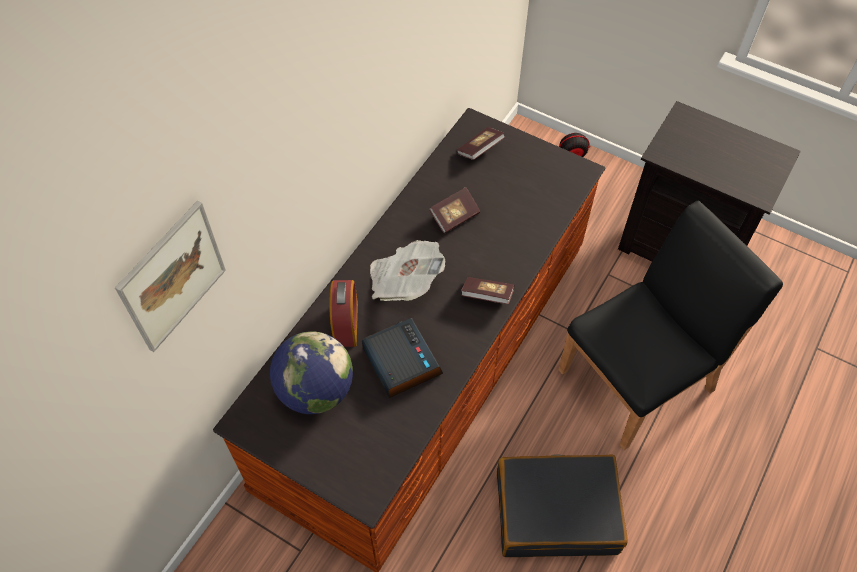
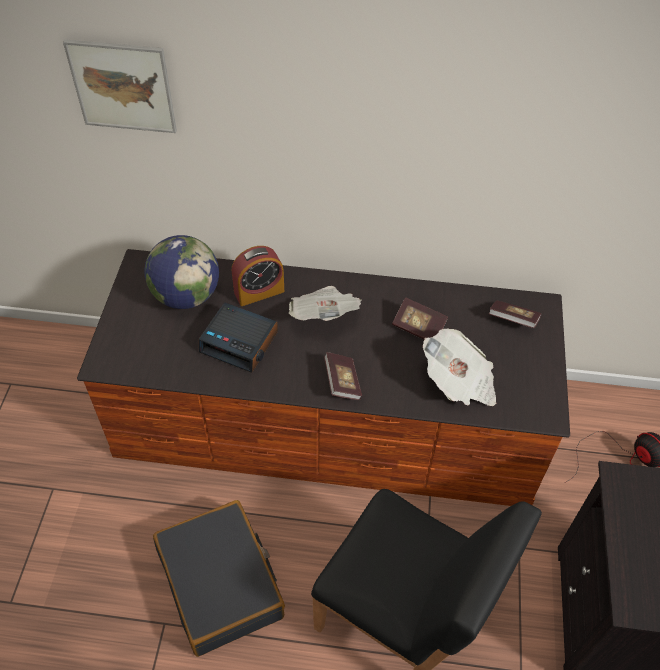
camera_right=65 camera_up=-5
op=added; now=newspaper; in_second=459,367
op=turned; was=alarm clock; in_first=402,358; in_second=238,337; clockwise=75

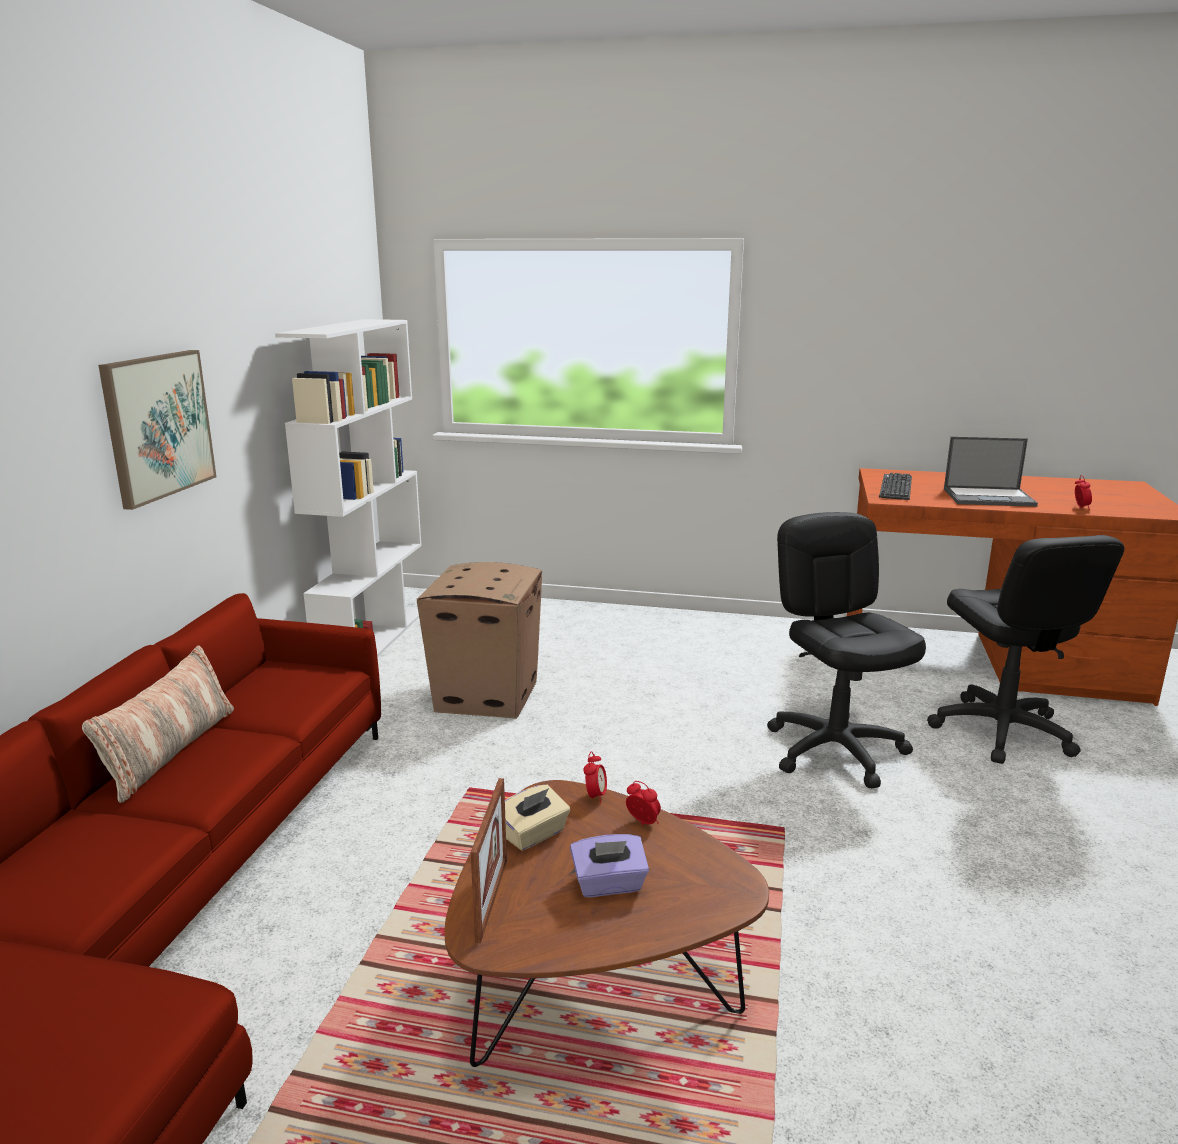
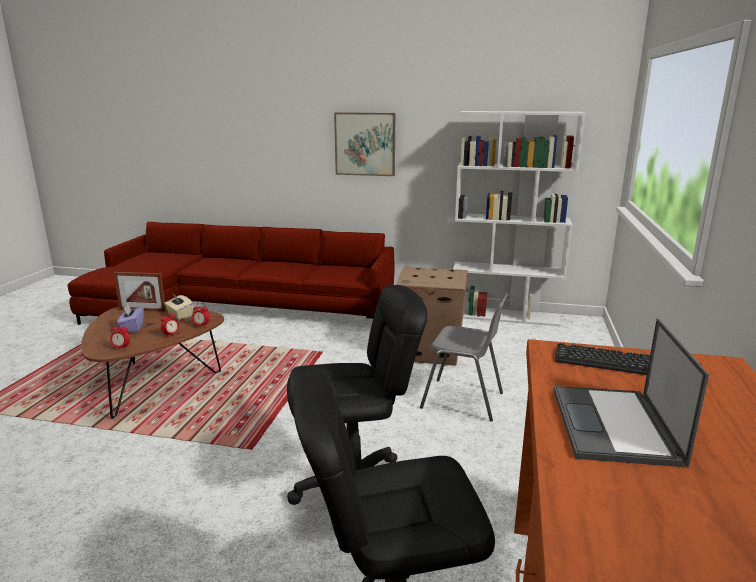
camera_right=90 camera_up=0
op=removed; was=pillow; in_first=158,724
op=added; now=chair in grey; in_second=464,357
op=moved; was=alarm clock; in_first=1083,492; in_second=120,336

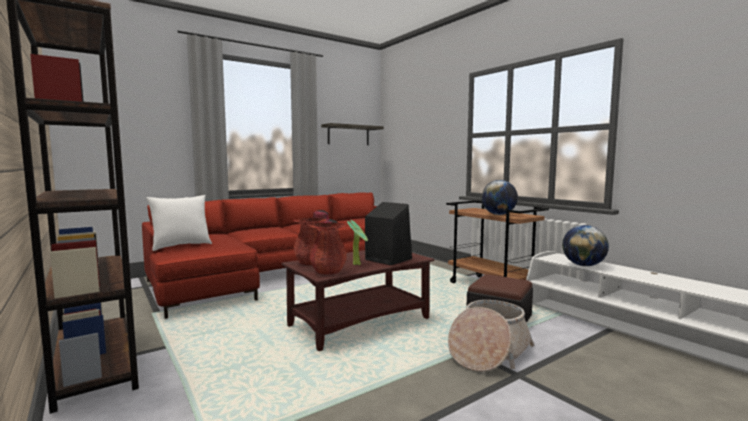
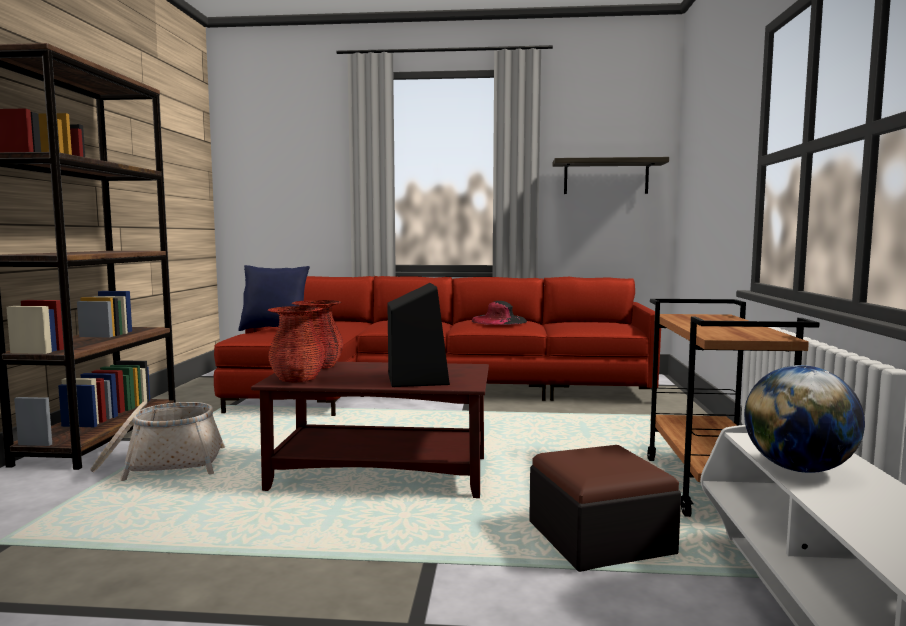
camera_right=40 camera_up=0
op=removed; was=potted plant; in_first=357,242
op=removed; was=globe; in_first=499,197
op=moved; was=basket; in_first=491,336; in_second=157,441
op=recoloured; was=pillow in white; now=pillow in blue; in_first=179,223; in_second=274,298

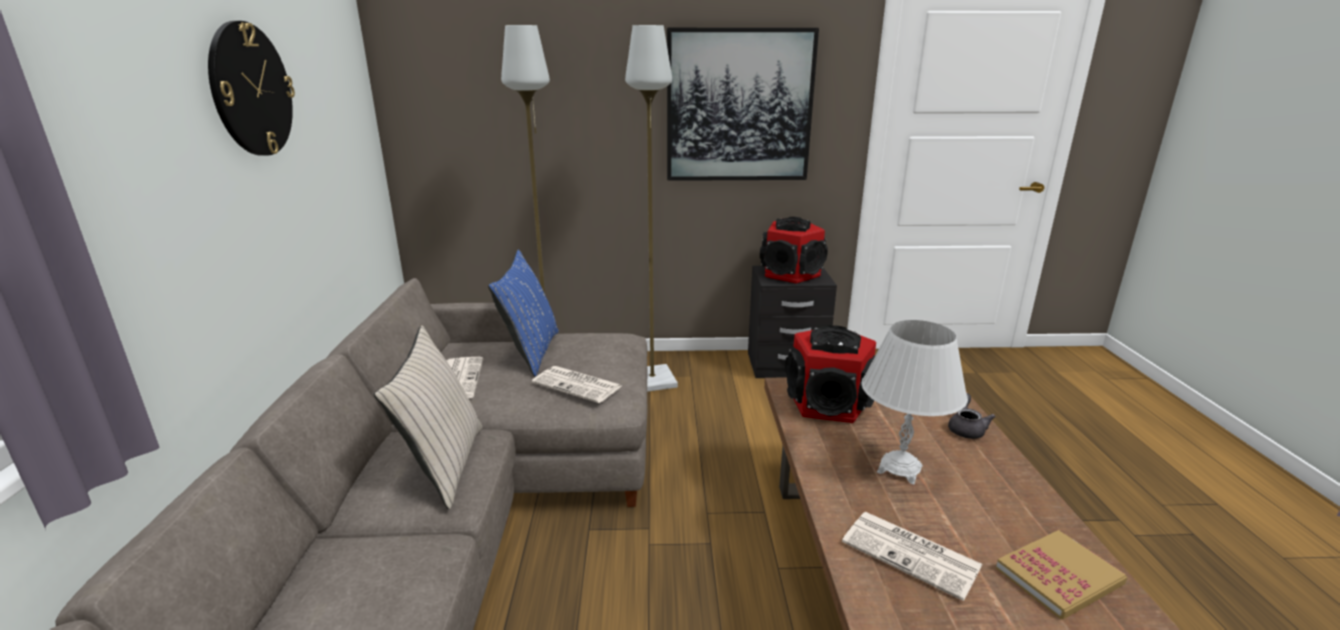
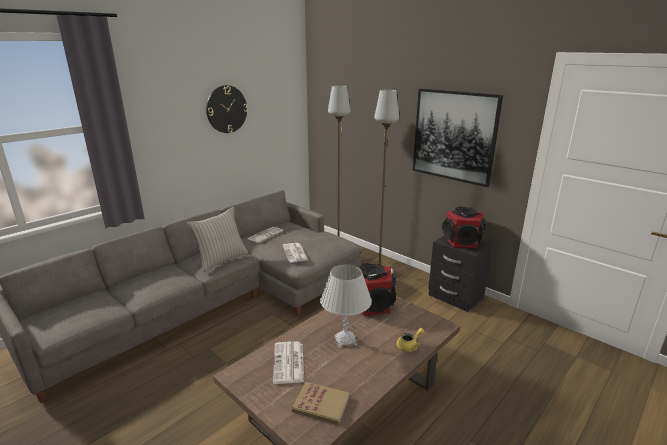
camera_right=45 camera_up=0
op=removed; was=pillow in blue; in_first=523,313
op=recoloured; was=teapot in grey; now=teapot in yellow; in_first=972,416; in_second=410,340

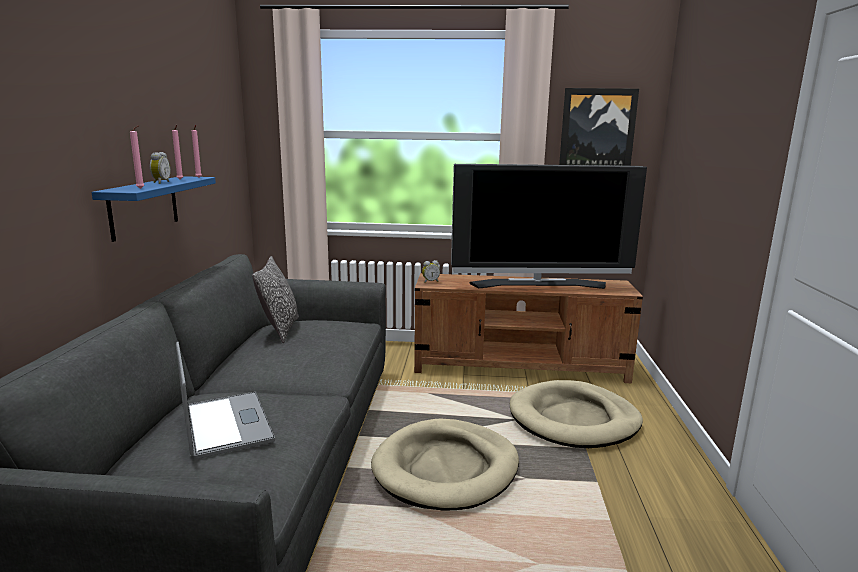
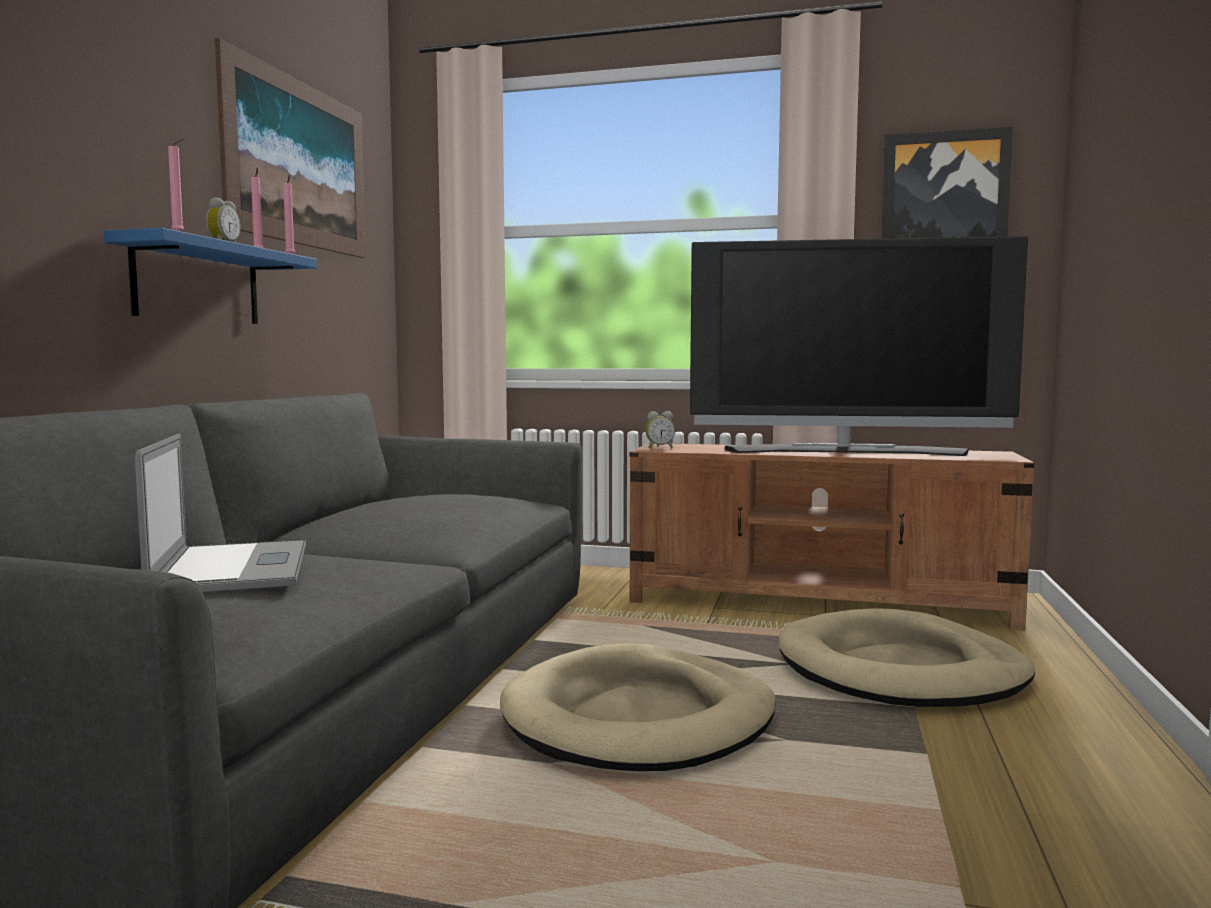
camera_right=10 camera_up=-10
op=removed; was=pillow; in_first=275,299
op=added; now=picture; in_second=290,148

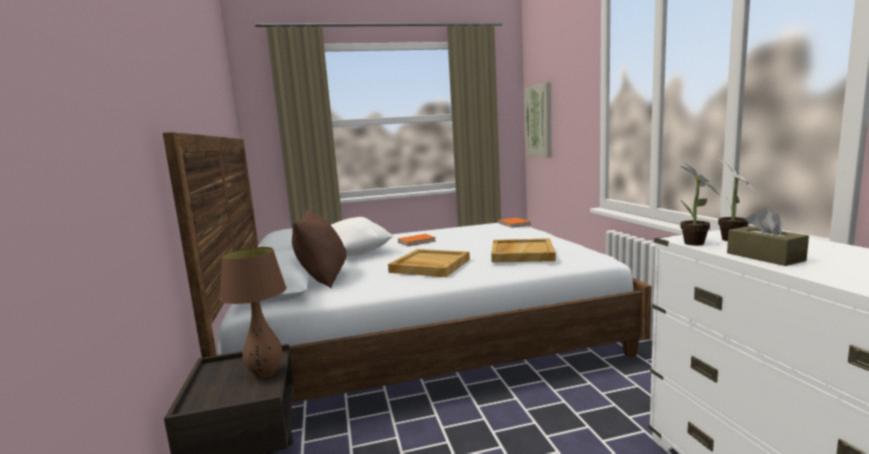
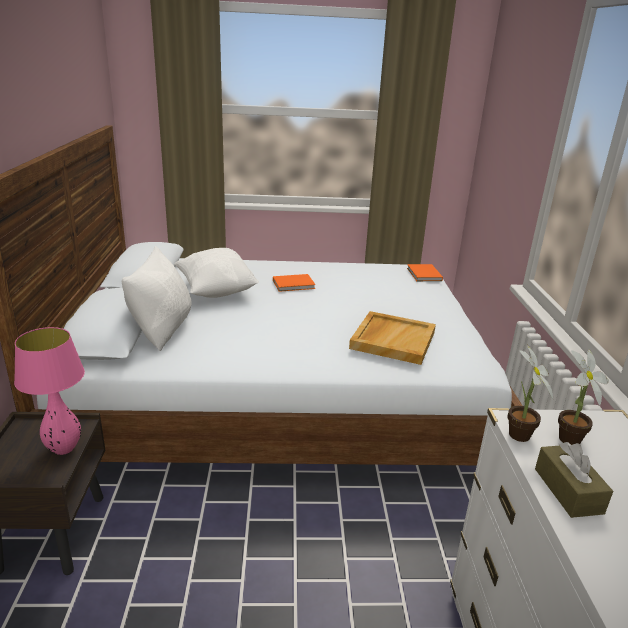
camera_right=10 camera_up=15
op=removed; was=tray in beige; in_first=429,263
op=removed; was=picture; in_first=538,120
op=recoloured; was=table lamp in brown; now=table lamp in pink; in_first=253,313; in_second=49,391
op=recoloured; was=pillow in brown; now=pillow in white; in_first=319,248; in_second=157,298

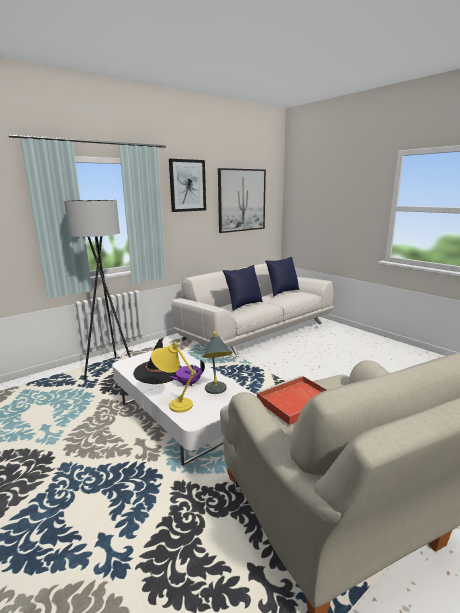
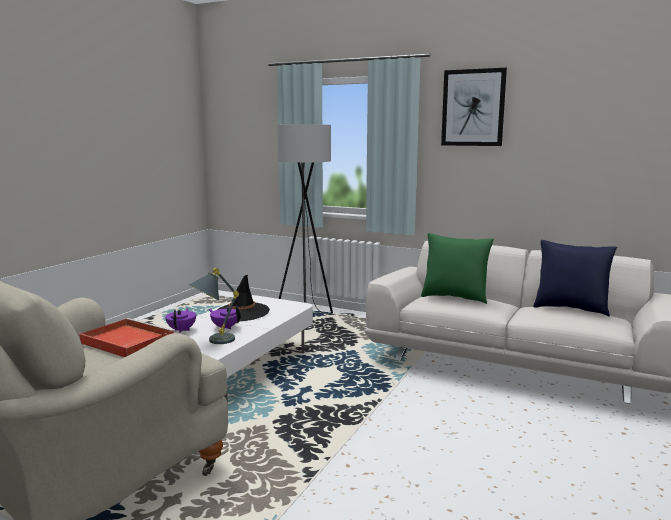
camera_right=65 camera_up=-5
op=removed; was=picture; in_first=242,200
op=replaced; was=table lamp in yellow; now=teapot in purple; in_first=173,377; in_second=180,320
op=recoloured; was=pillow in blue; now=pillow in green; in_first=243,288; in_second=457,268

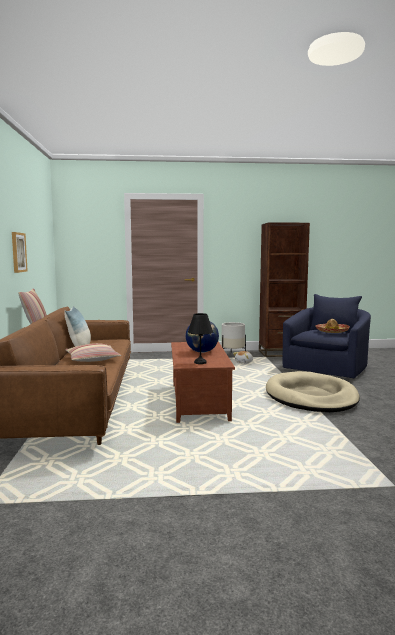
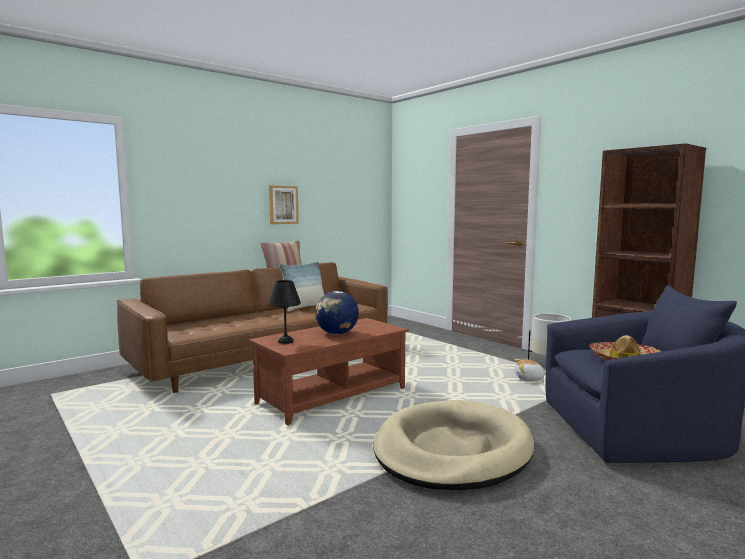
camera_right=55 camera_up=0
op=removed; was=pillow; in_first=93,352

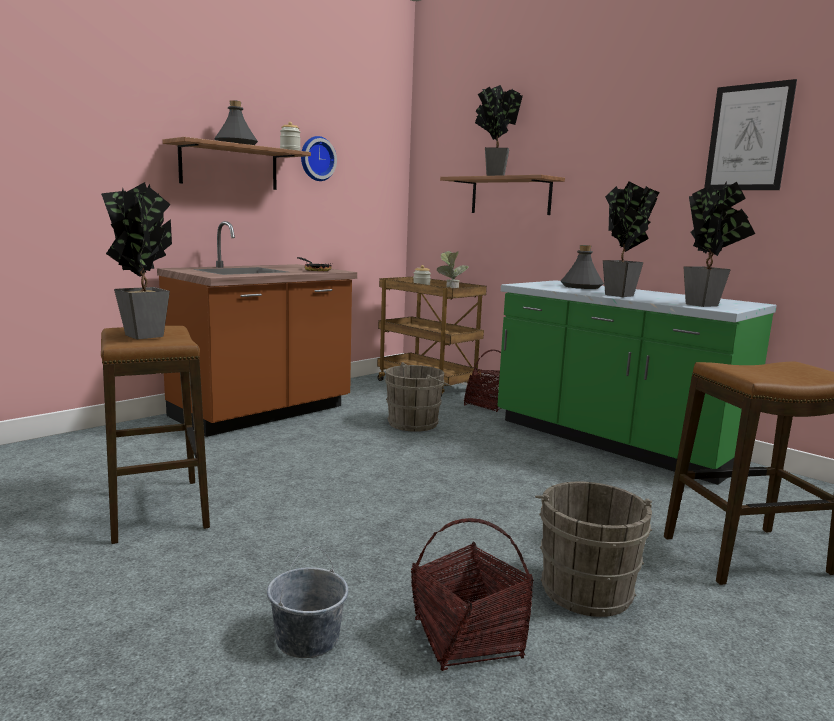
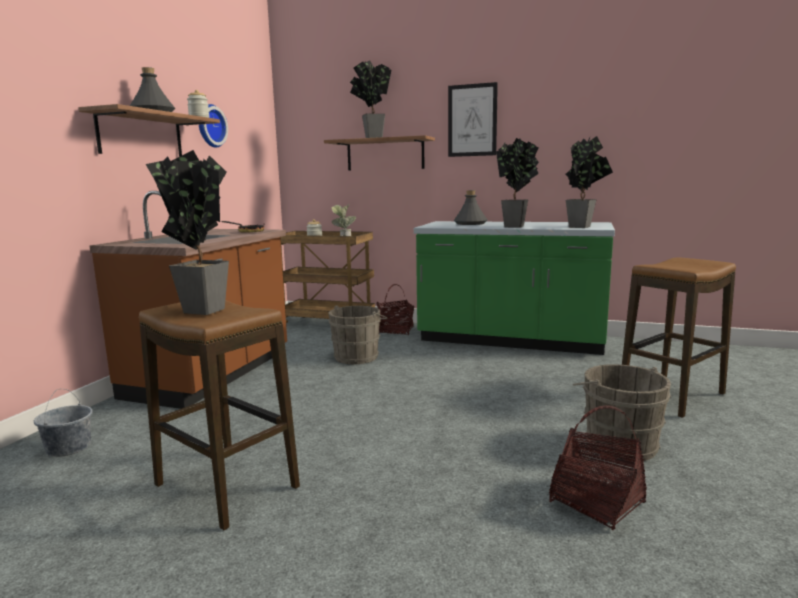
camera_right=-25 camera_up=0
op=moved; was=bucket in grey; in_first=307,602; in_second=63,423
op=moved; was=picture; in_first=750,134; in_second=473,119

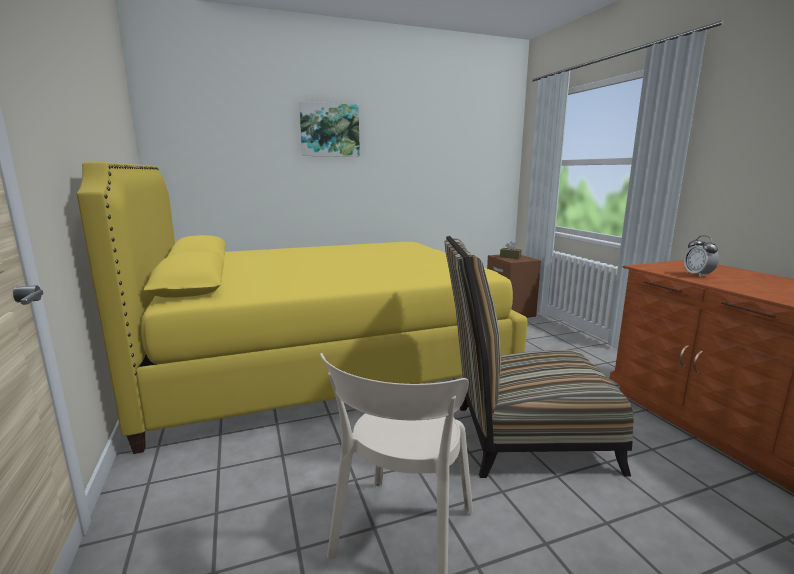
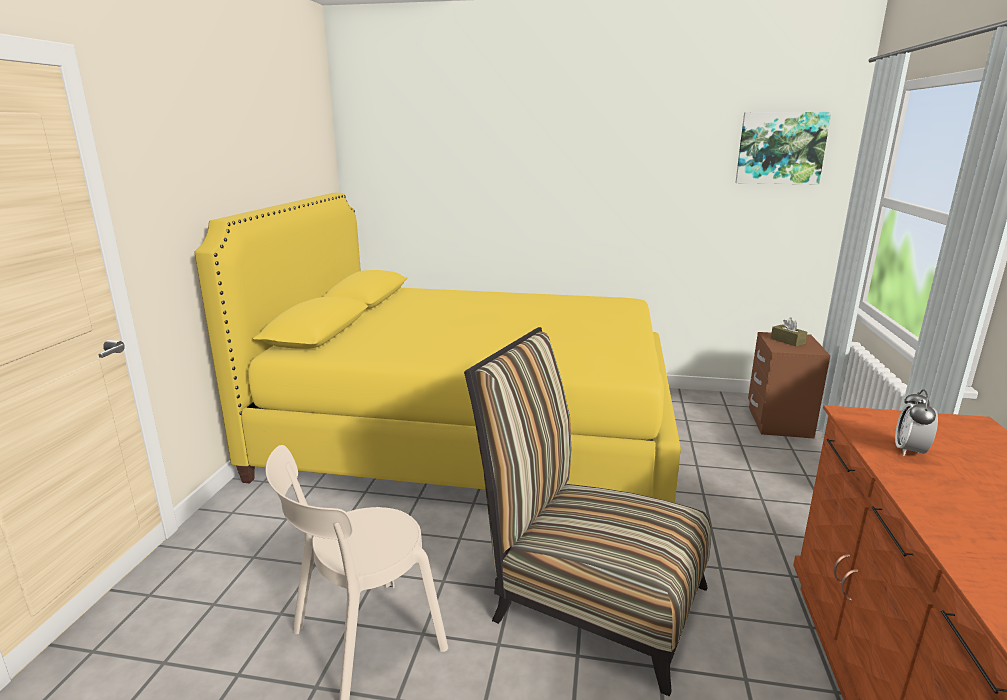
camera_right=30 camera_up=5
op=moved; was=picture; in_first=329,129; in_second=783,148

